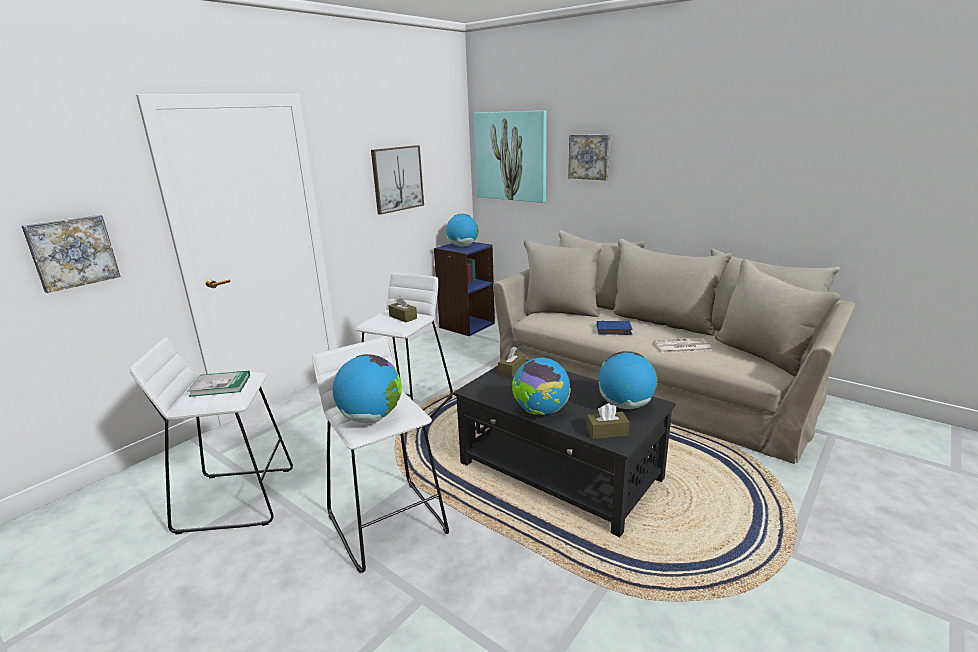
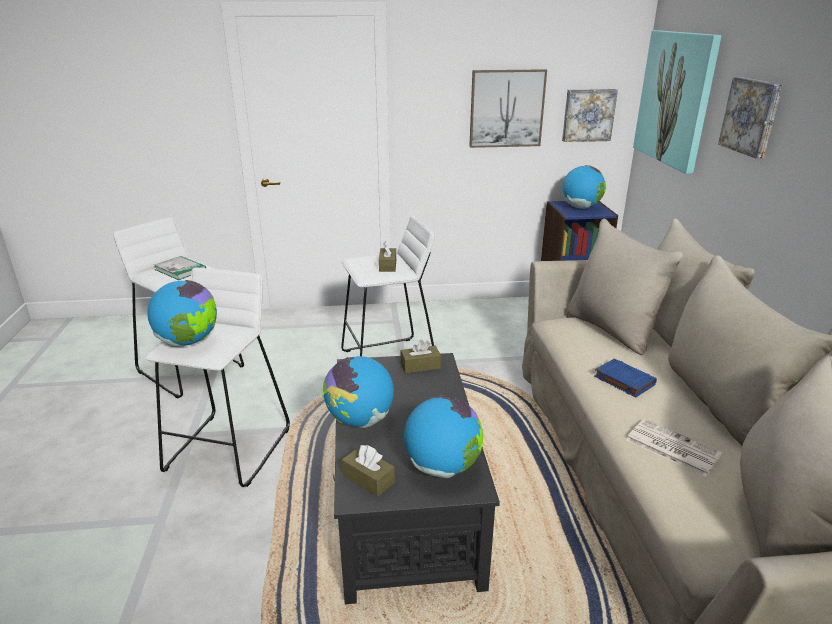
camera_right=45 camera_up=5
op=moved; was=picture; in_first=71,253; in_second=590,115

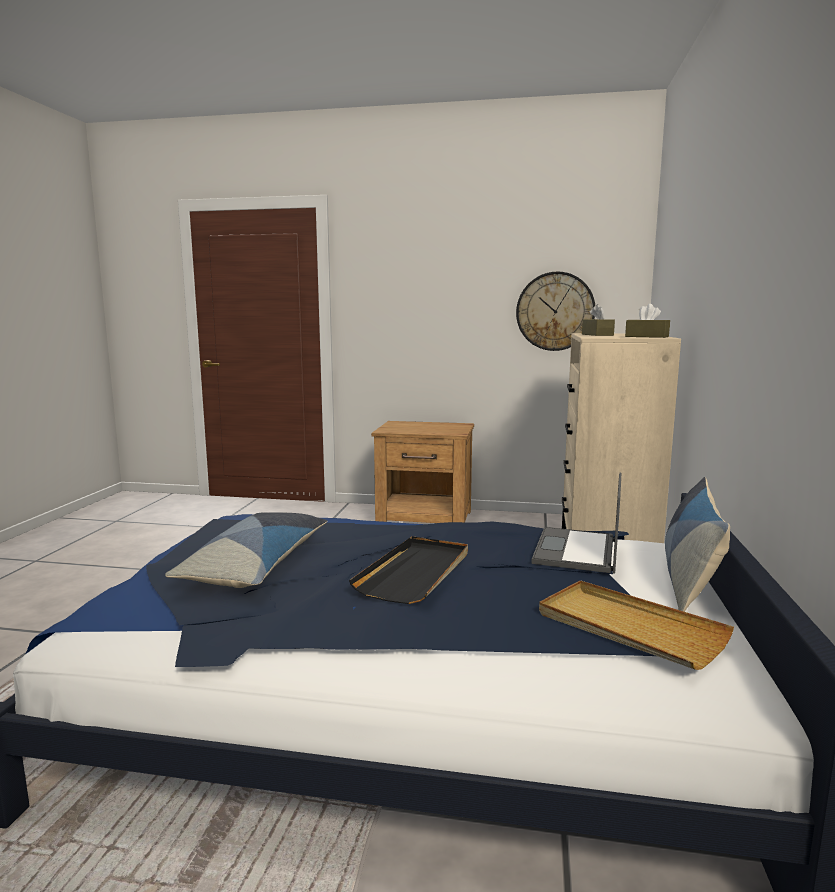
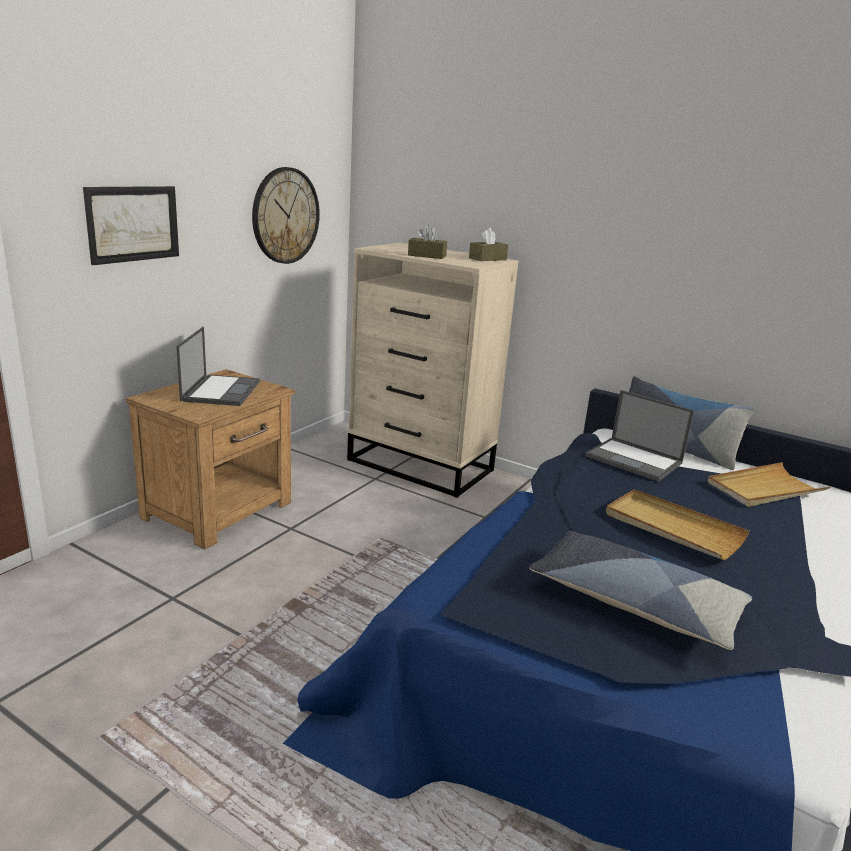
camera_right=-70 camera_up=10
op=added; now=picture; in_second=131,225
op=added; now=laptop; in_second=218,366
op=recoloured; was=tray in black; now=tray in beige; in_first=408,570; in_second=677,524

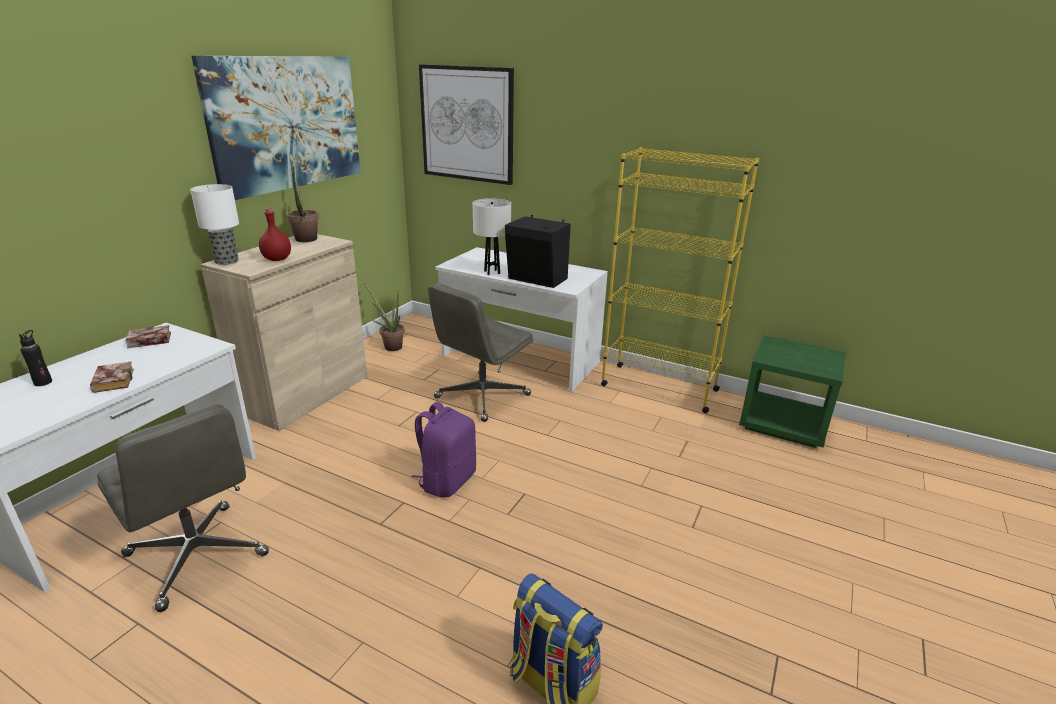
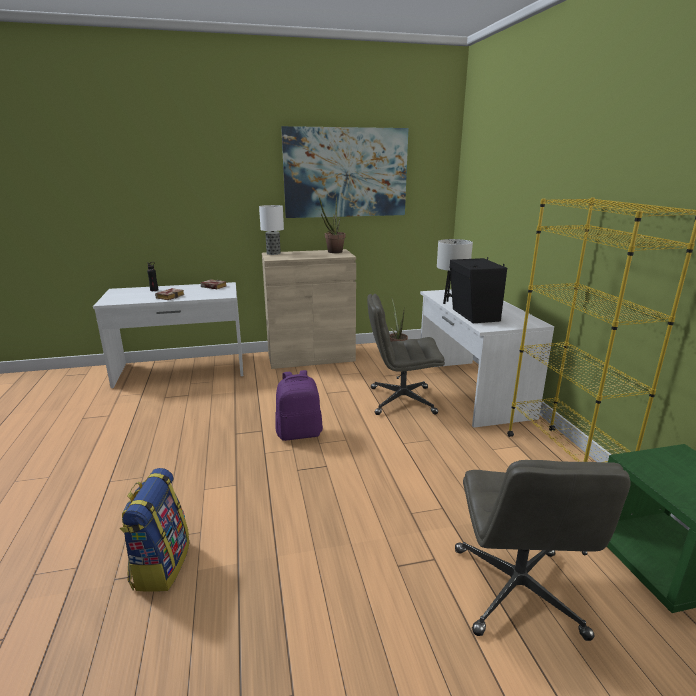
camera_right=50 camera_up=-5
op=removed; was=bottle in red; in_first=275,234
op=removed; was=picture; in_first=466,124
op=moved; was=office chair in grey; in_first=183,508; in_second=543,550

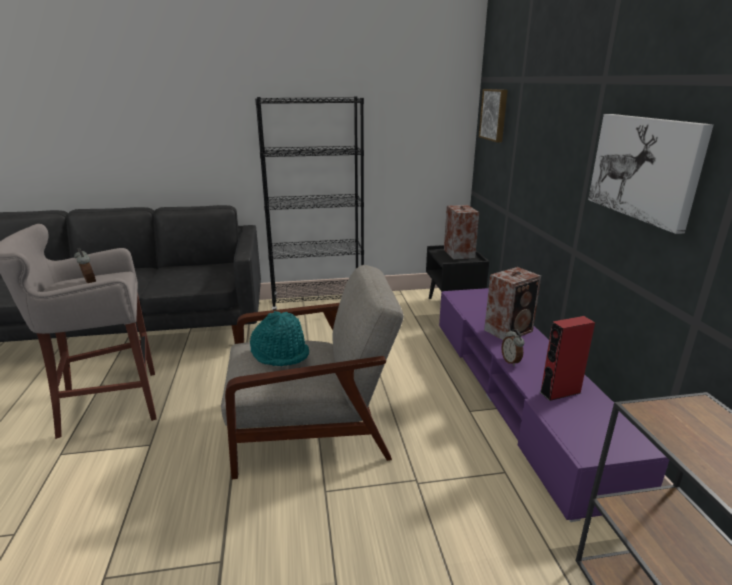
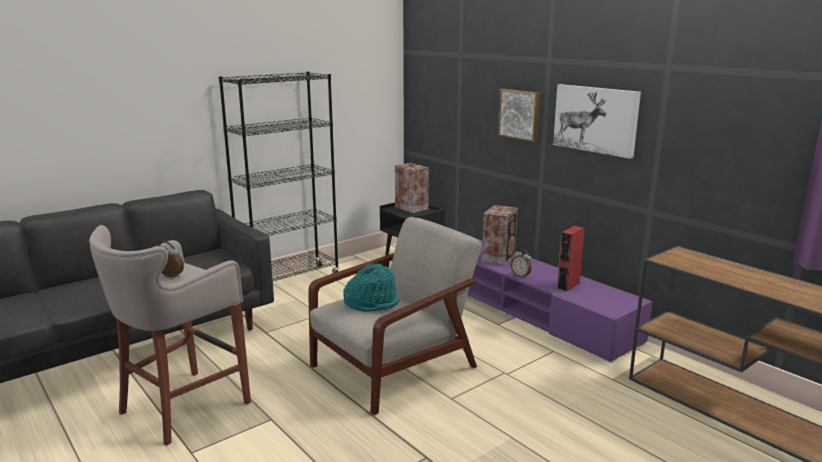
camera_right=-30 camera_up=-5
op=moved; was=picture; in_first=493,115; in_second=519,115

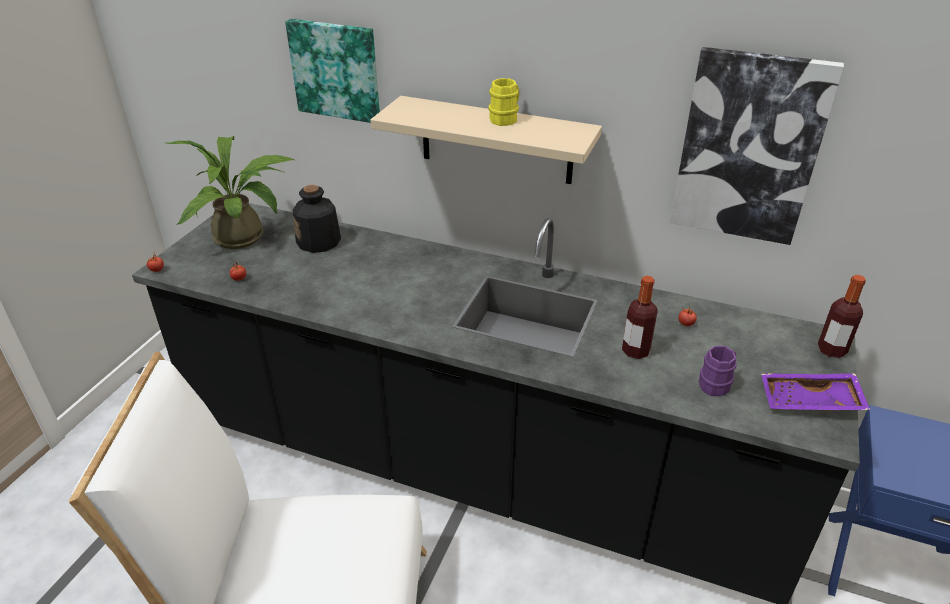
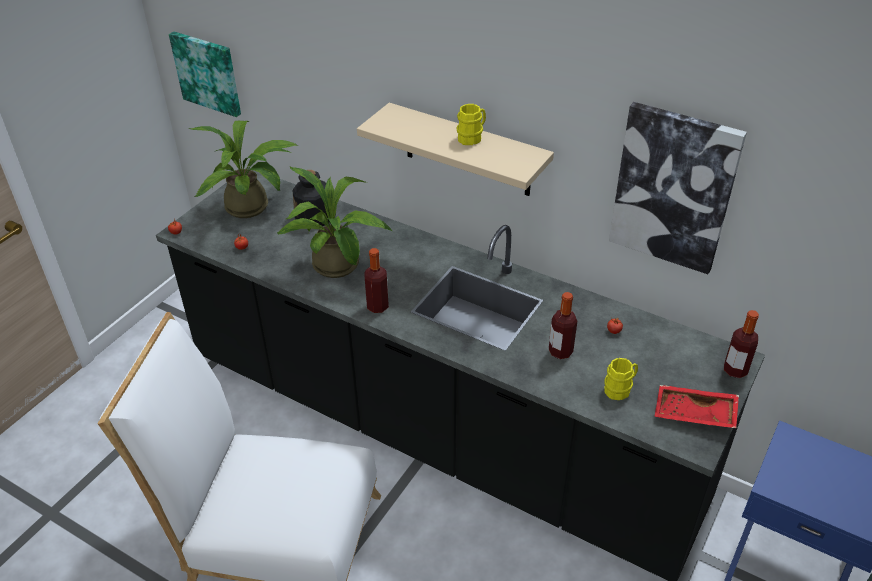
camera_right=10 camera_up=5
op=added; now=potted plant; in_second=334,222
op=added; now=bottle; in_second=376,280
op=moved; was=picture; in_first=332,71; in_second=205,74
op=recoloured; was=mug in purple; now=mug in yellow; in_first=718,371; in_second=621,379
op=recoloured; was=tray in purple; now=tray in red; in_first=815,391; in_second=696,406

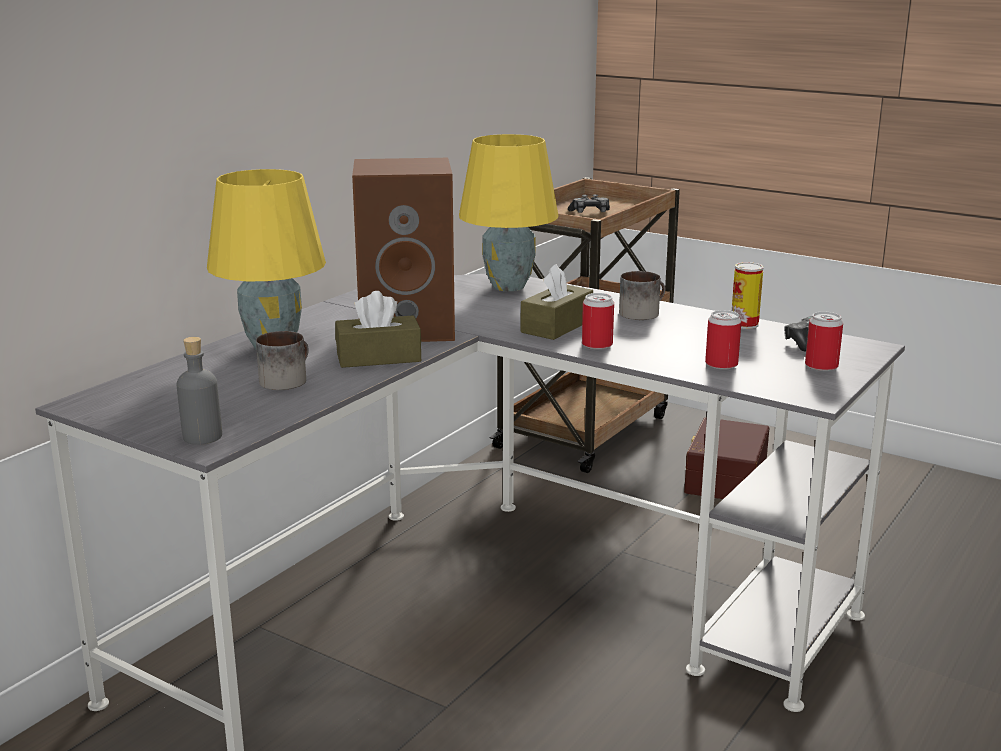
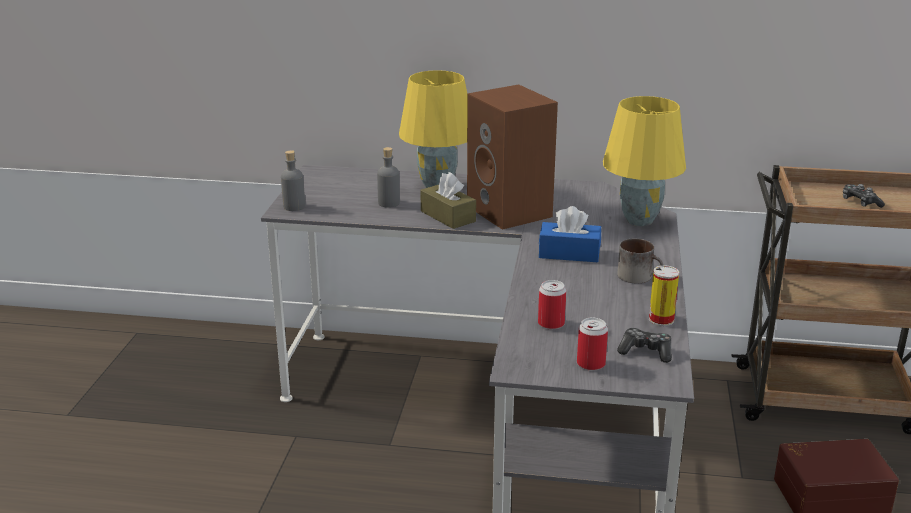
camera_right=65 camera_up=5
op=removed; was=can; in_first=598,321
op=replaced; was=mug; now=bottle in grey; in_first=282,360; in_second=388,177
op=recoloured; was=tissue box in brown; now=tissue box in blue; in_first=557,302; in_second=570,234

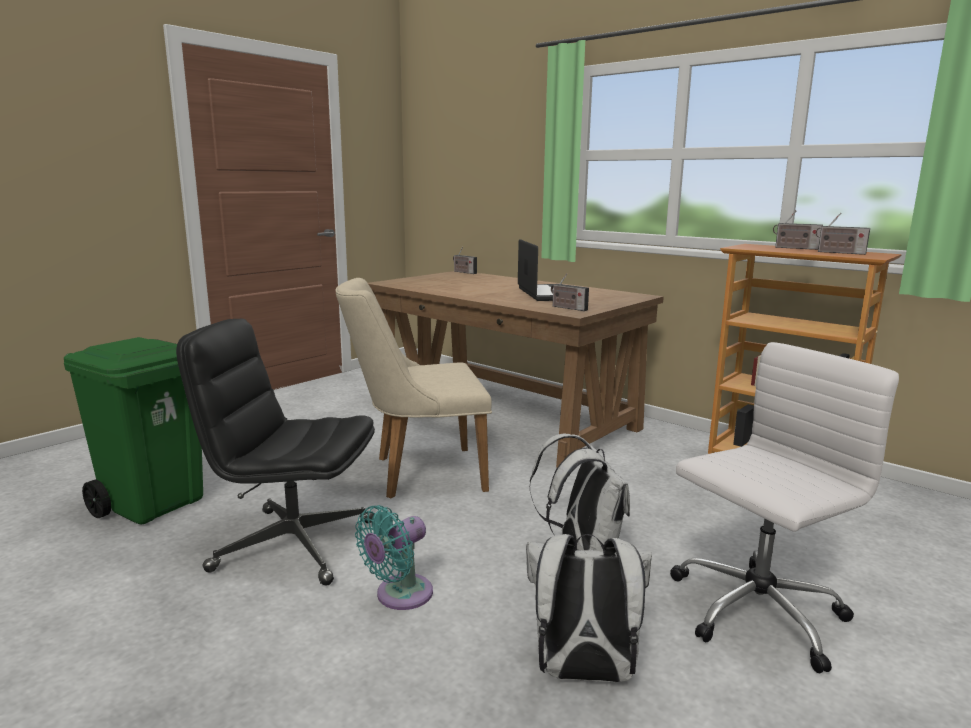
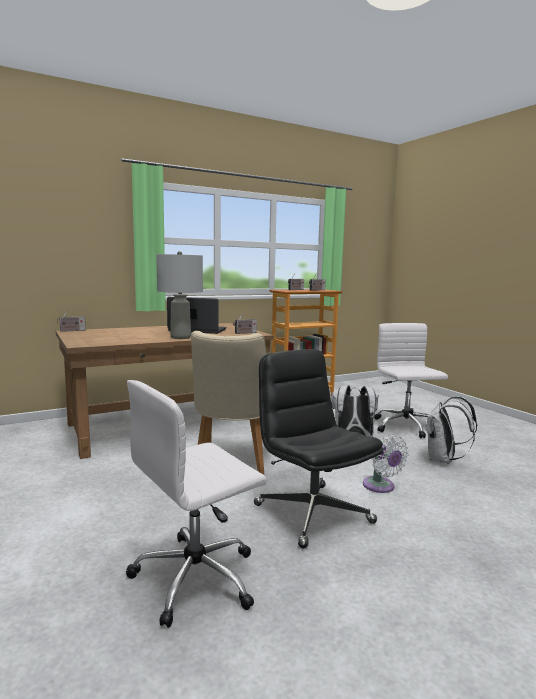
camera_right=-70 camera_up=-5
op=added; now=table lamp in grey; in_second=179,295
op=replaced; was=trash can in green; now=office chair in white; in_first=133,431; in_second=196,504
op=recoloured; was=fan in turquoise; now=fan in white; in_first=394,557; in_second=386,464
op=turned; was=office chair in black; in_first=275,452; in_second=319,448; clockwise=120

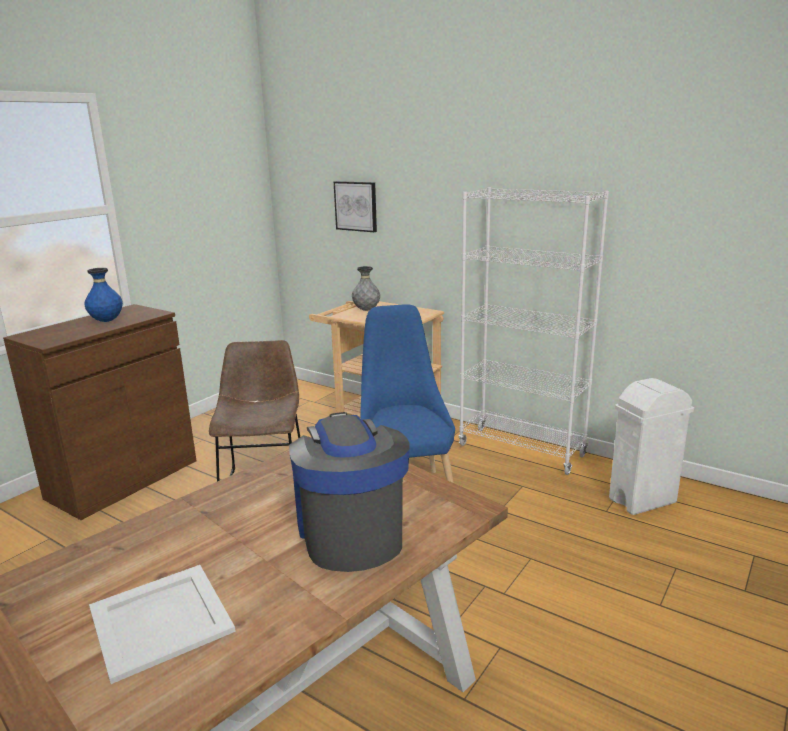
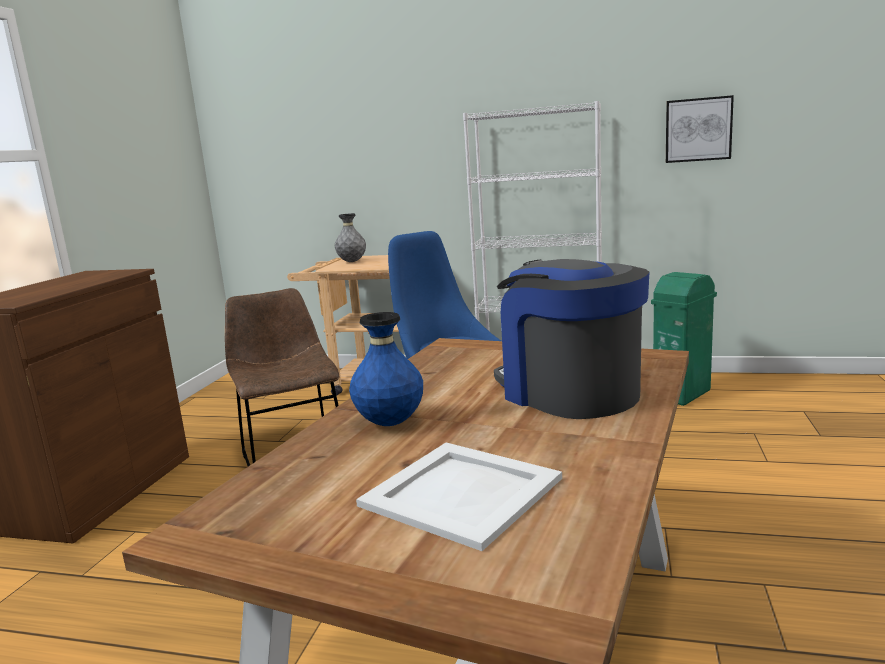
camera_right=-20 camera_up=-5
op=moved; was=vase in blue; in_first=103,295; in_second=386,369
op=moved; was=picture; in_first=355,206; in_second=700,129
op=recoloured; was=trash can in white; now=trash can in green; in_first=651,446; in_second=684,339

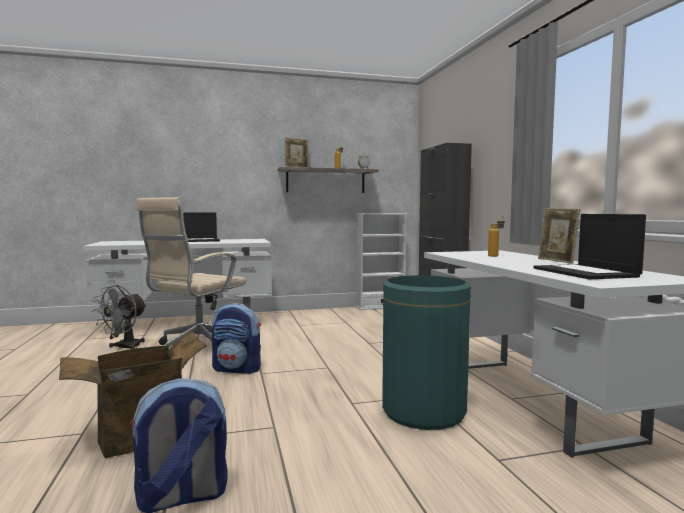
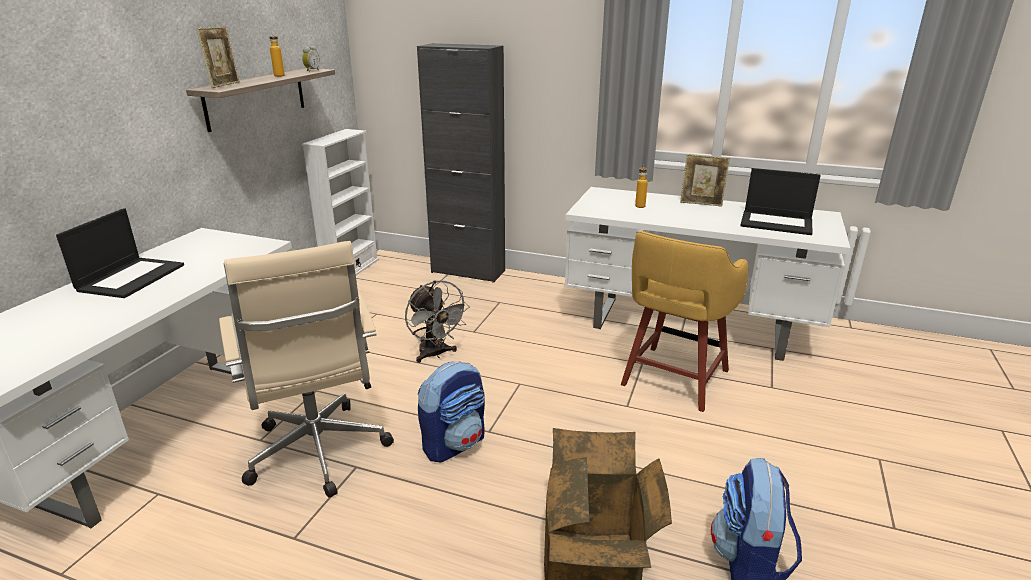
camera_right=-55 camera_up=20
op=moved; was=fan in grey; in_first=119,317; in_second=437,322
op=replaced; was=trash can in green; now=stool in yellow; in_first=426,352; in_second=684,321

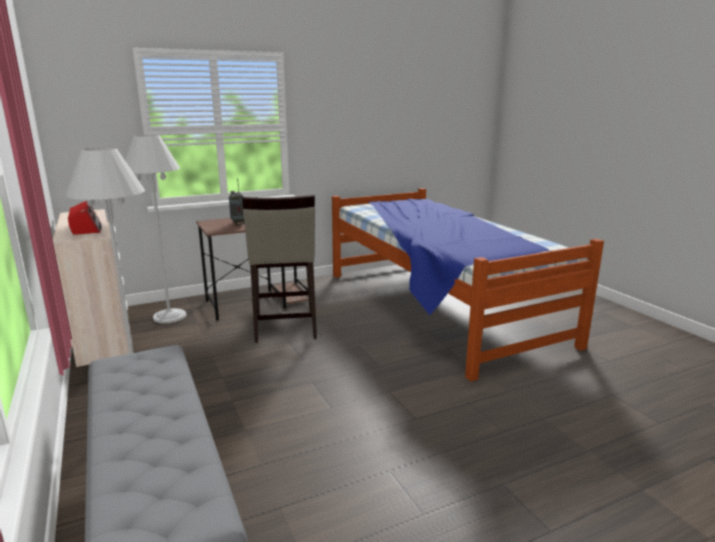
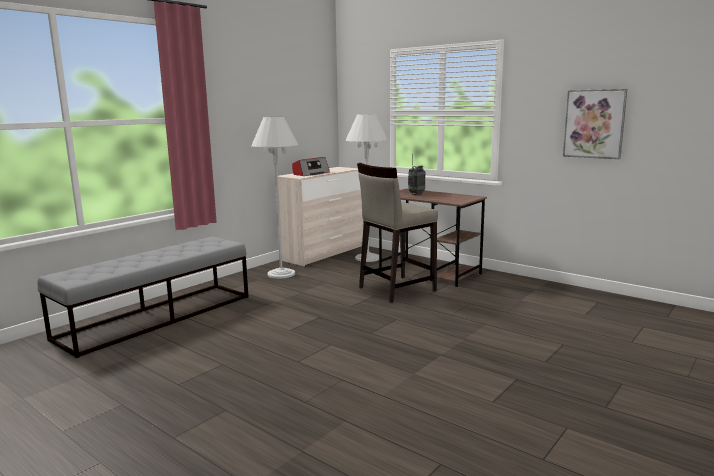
camera_right=65 camera_up=-5
op=removed; was=bed; in_first=468,284
op=added; now=picture; in_second=595,124

